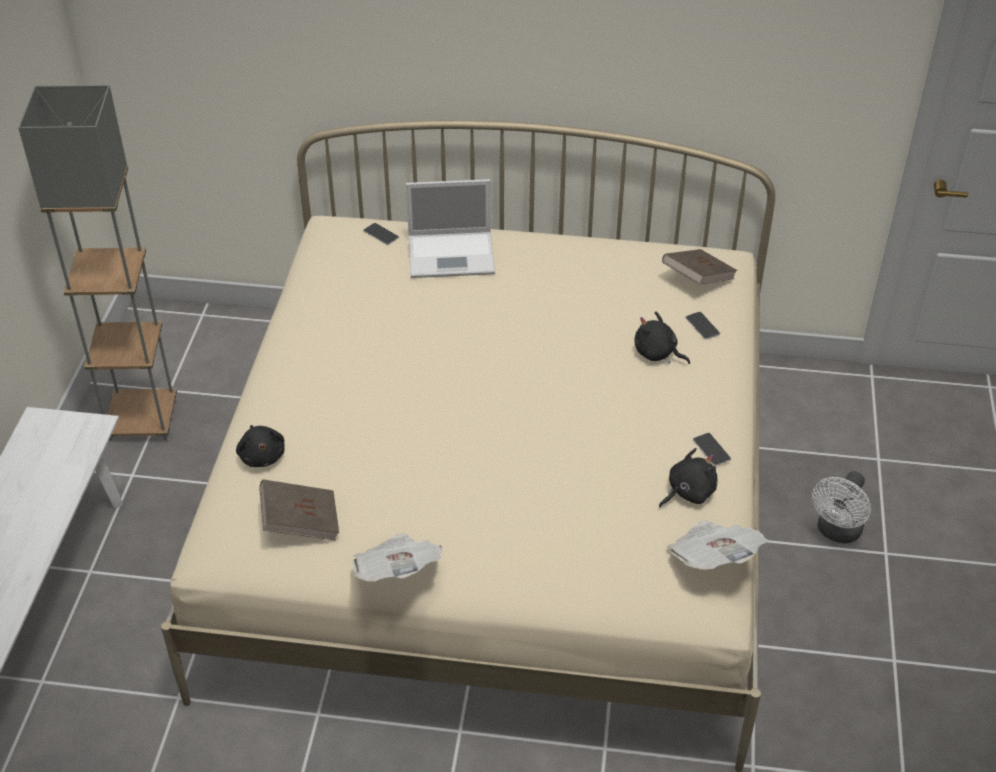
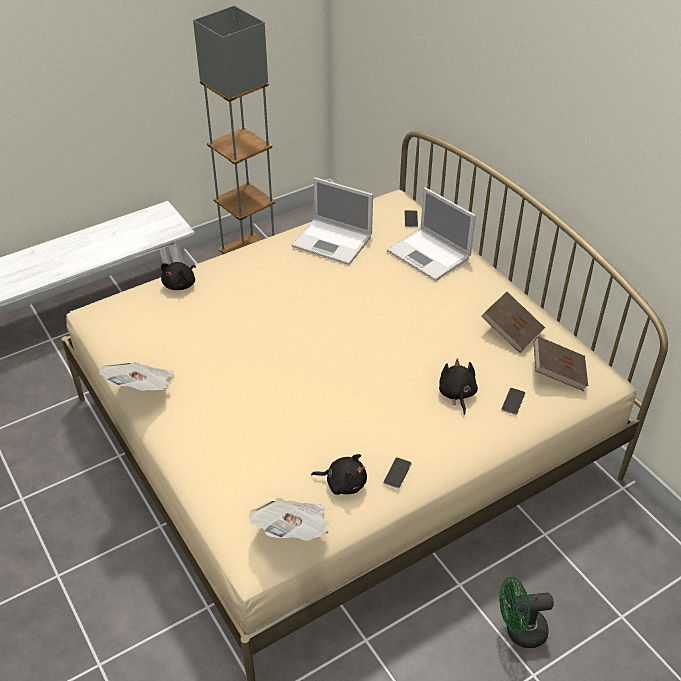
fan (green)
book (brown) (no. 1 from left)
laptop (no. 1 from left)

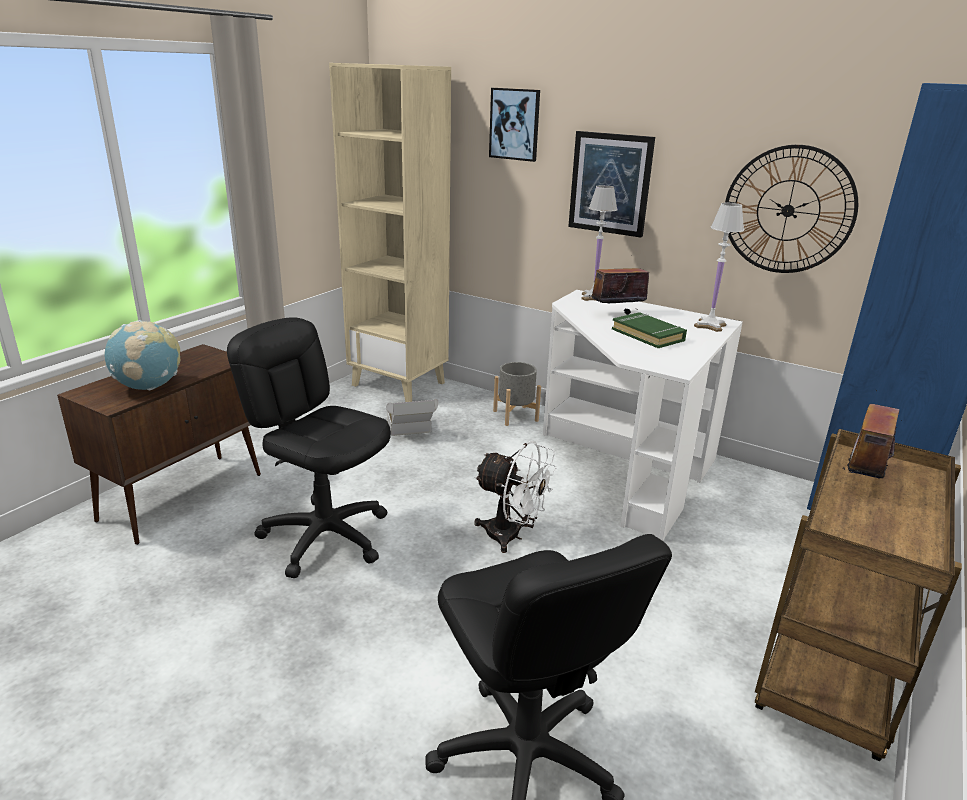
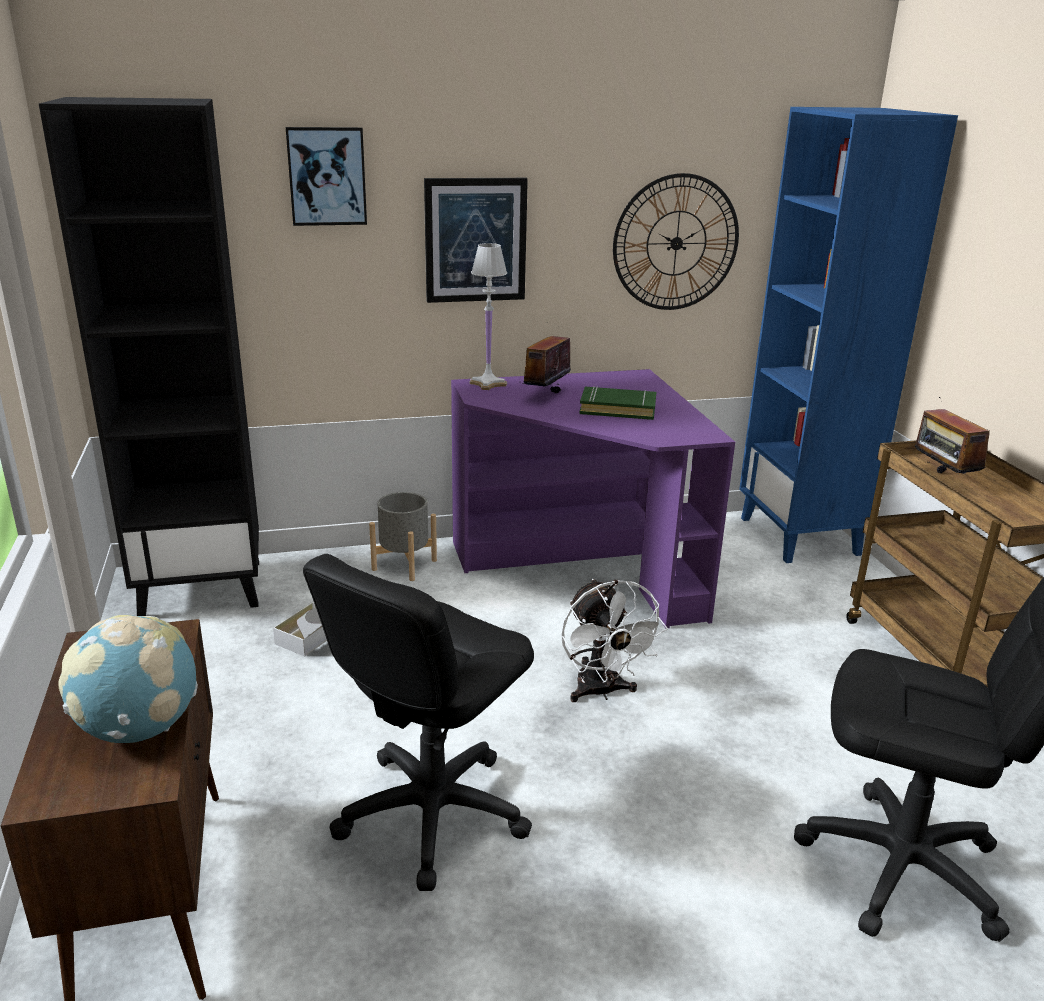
bookcase (black)
table lamp (white) (no. 2 from left in the first image)
desk (purple)
office chair (black) (no. 1 from left)
fan (white)

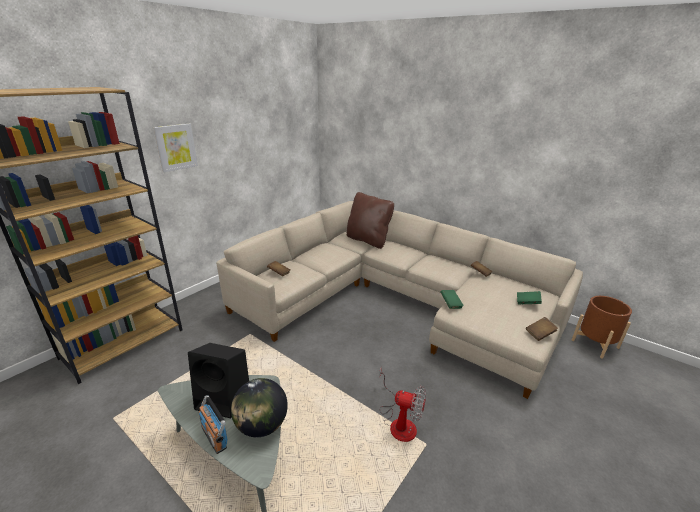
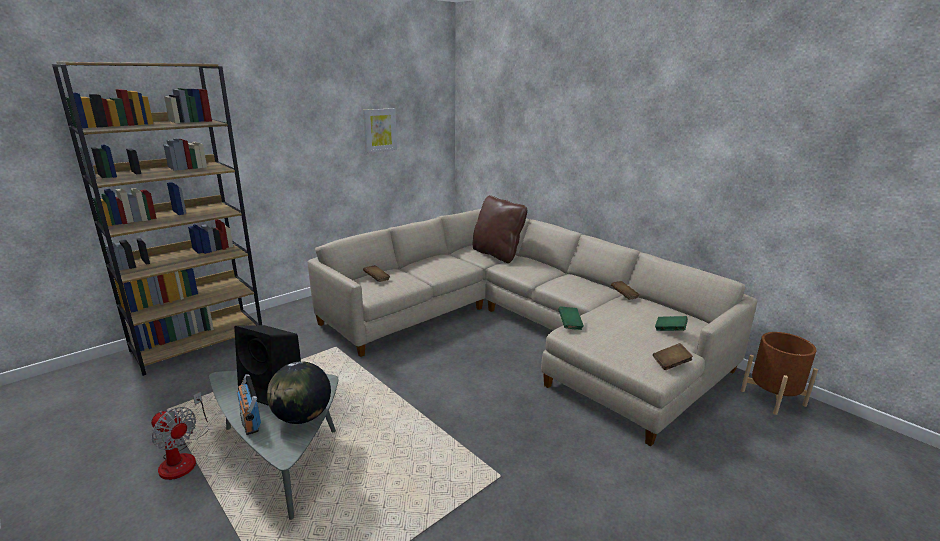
picture
fan

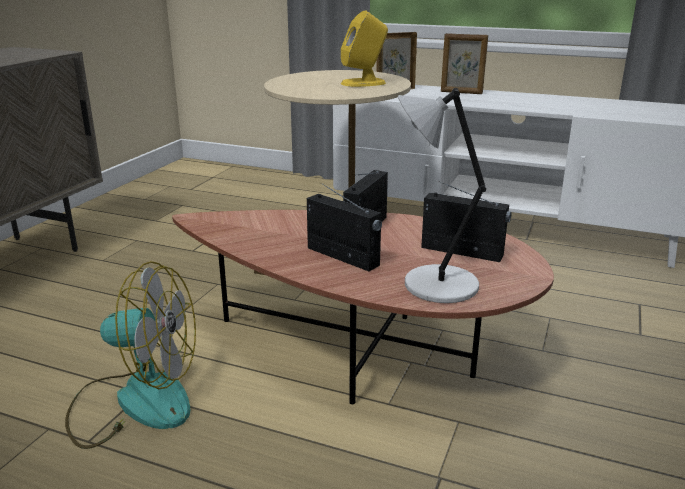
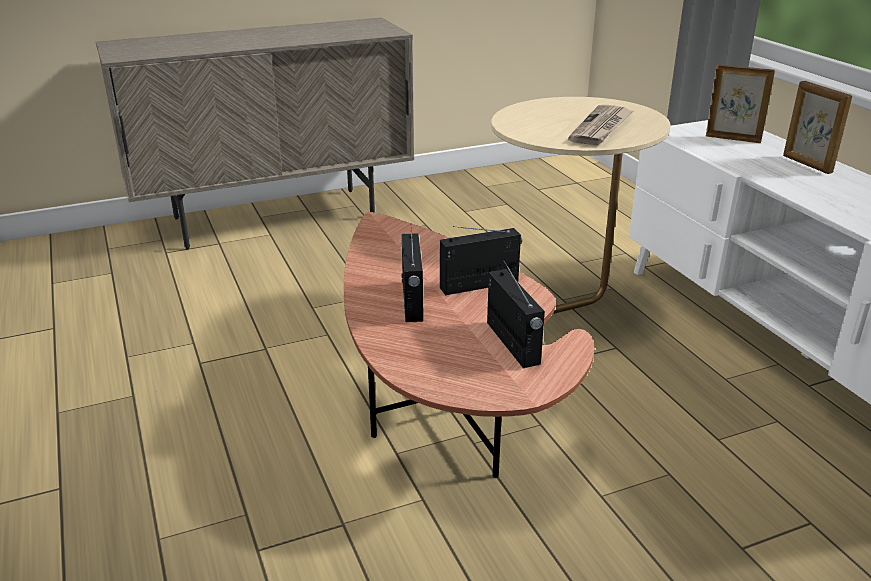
newspaper
table lamp (grey)
fan

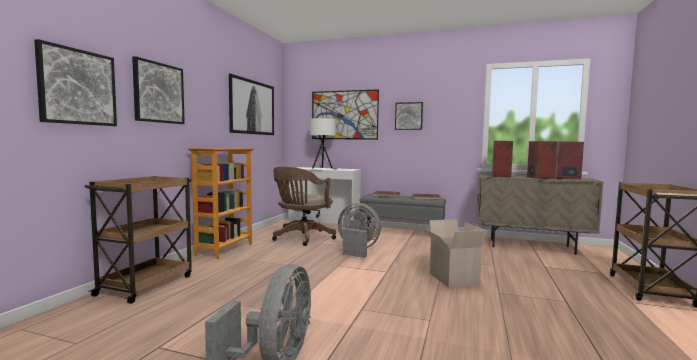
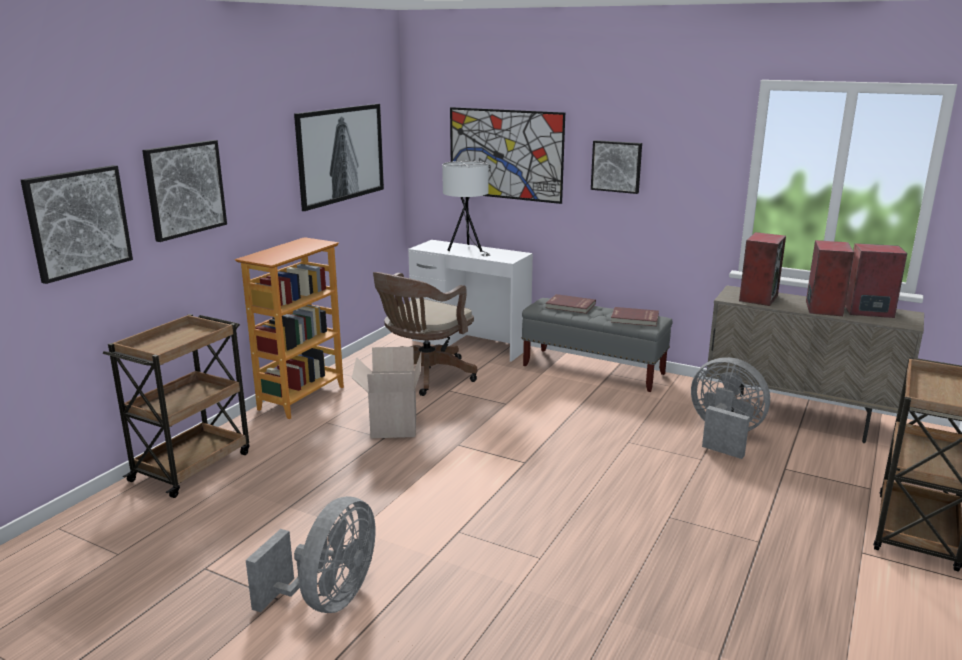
fan (grey) (no. 2 from left)
cardboard box

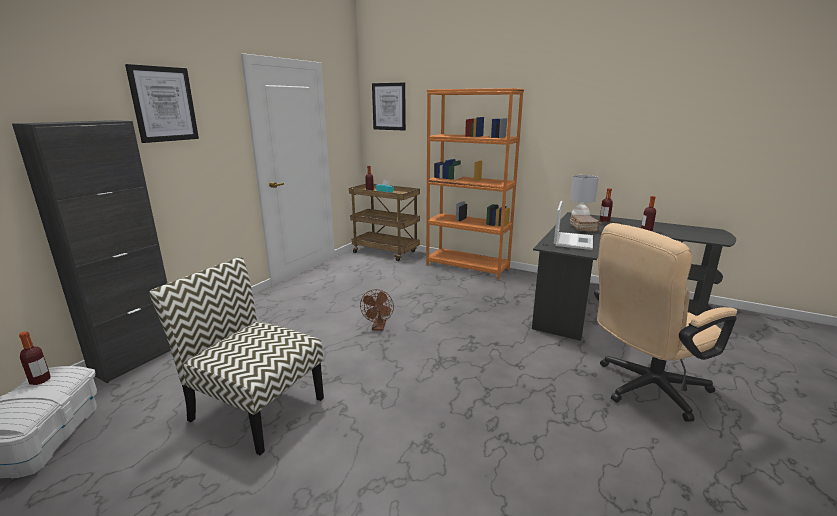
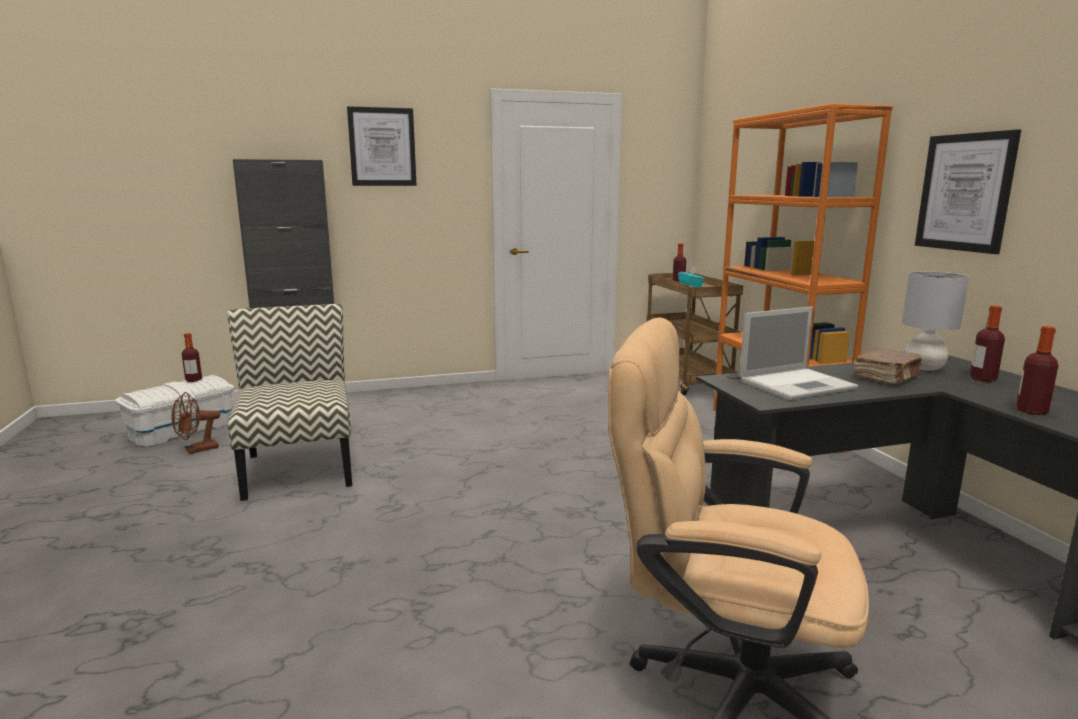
picture (no. 2 from left)
fan (brown)

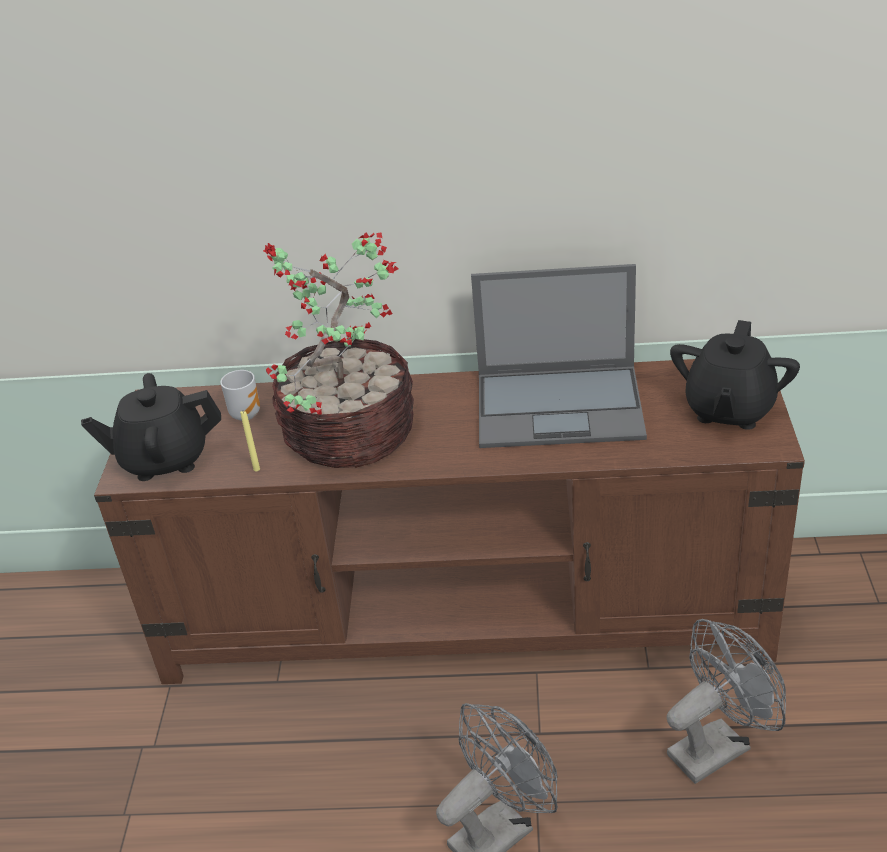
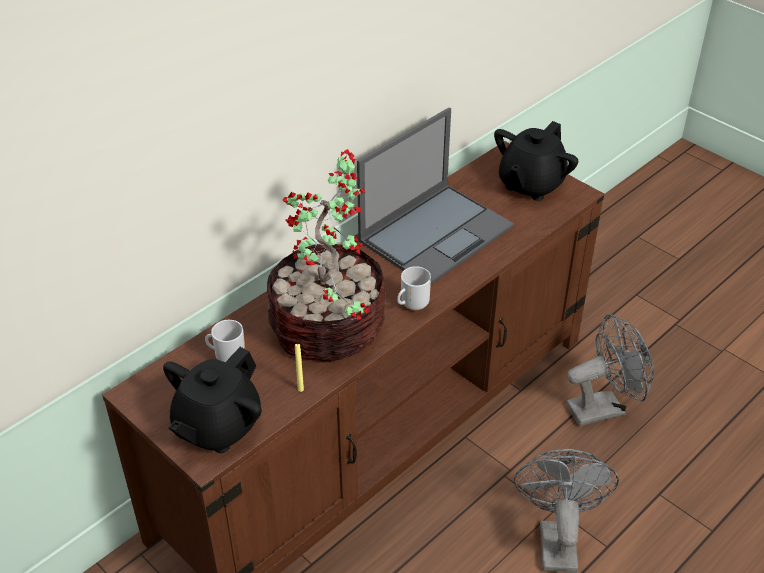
teapot (black) (no. 2 from left)
fan (grey) (no. 2 from left)
mug (no. 2 from left)

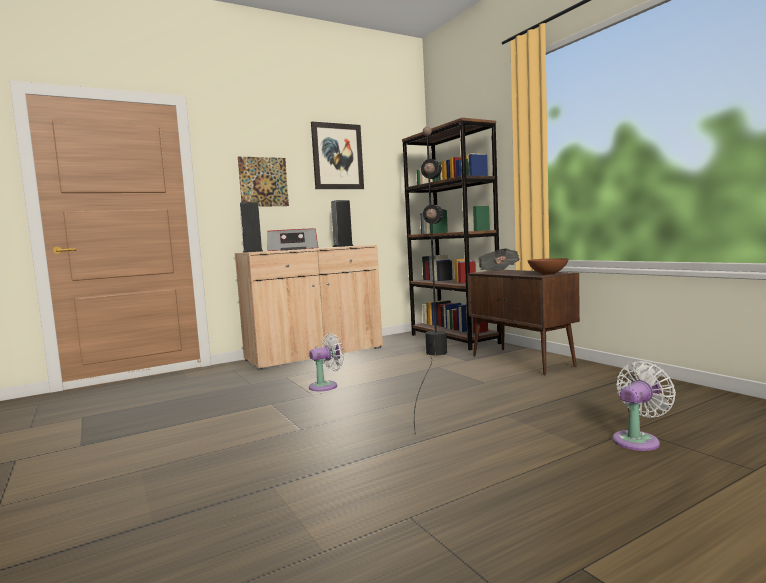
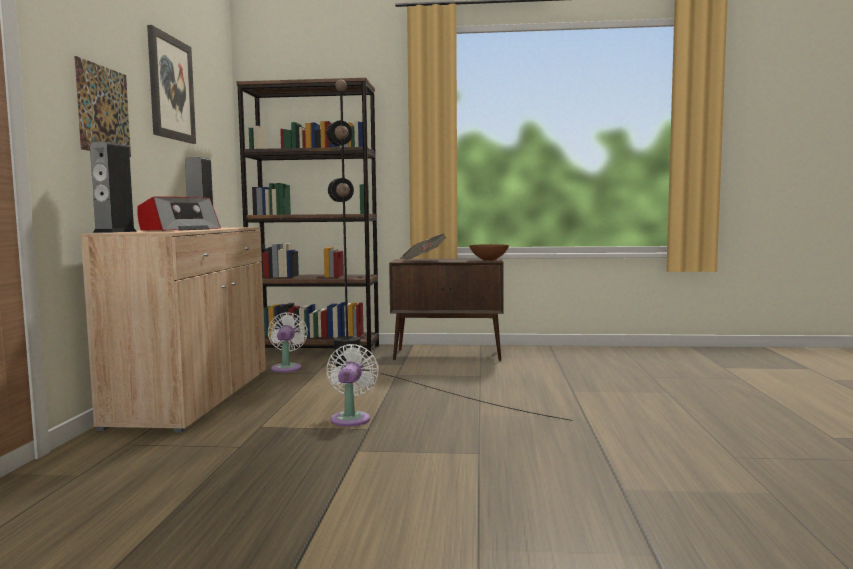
fan (white) (no. 1 from left)

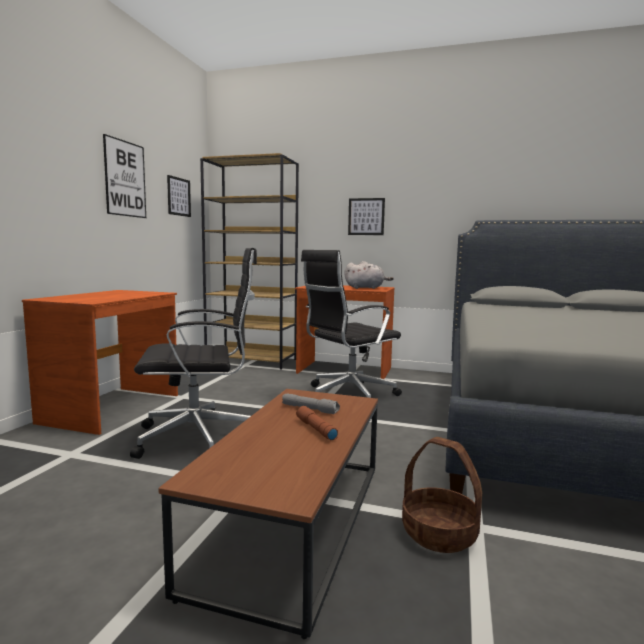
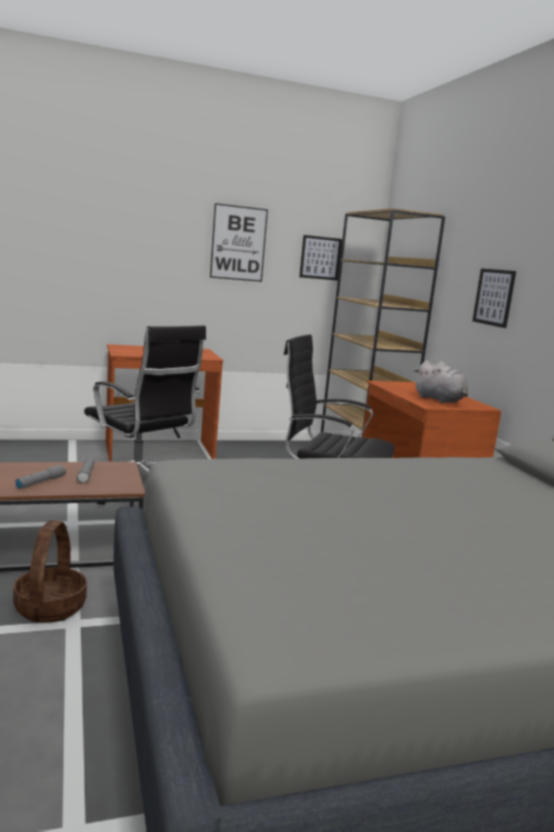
flashlight (grey) (no. 1 from left)

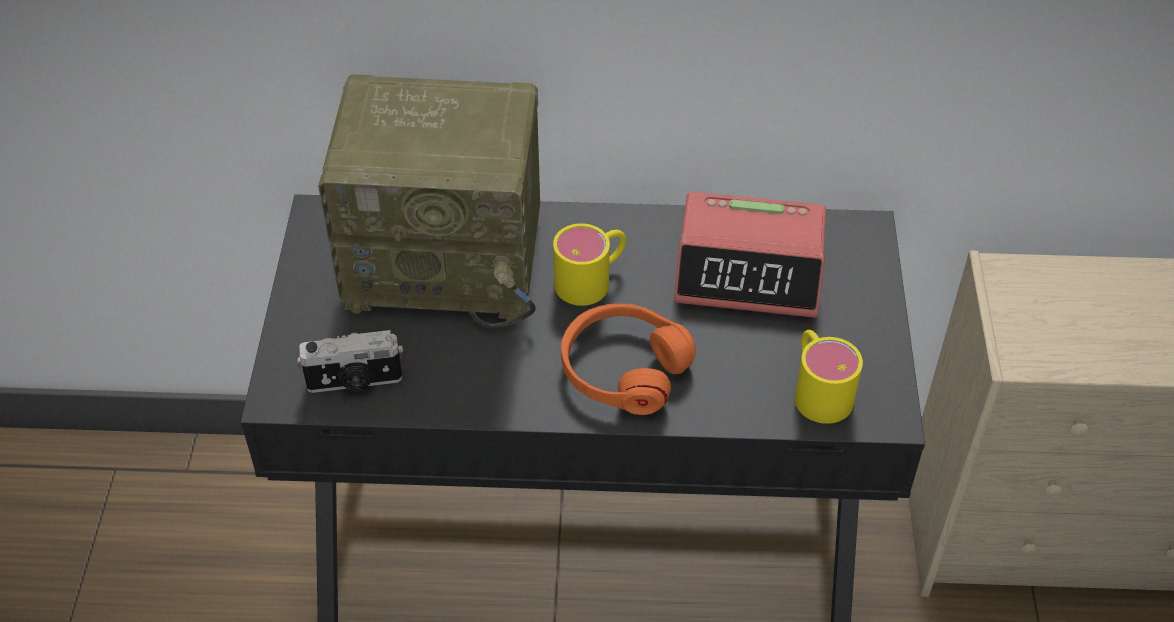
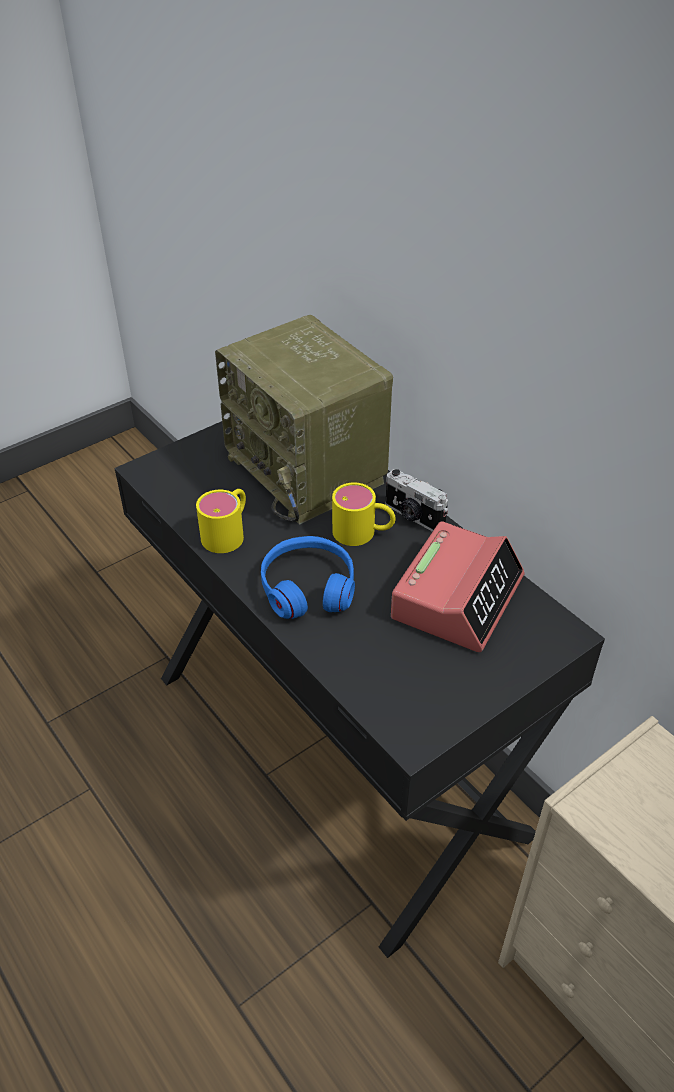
alarm clock
headphones (blue)
photo camera
mug (yellow) (no. 1 from left)

